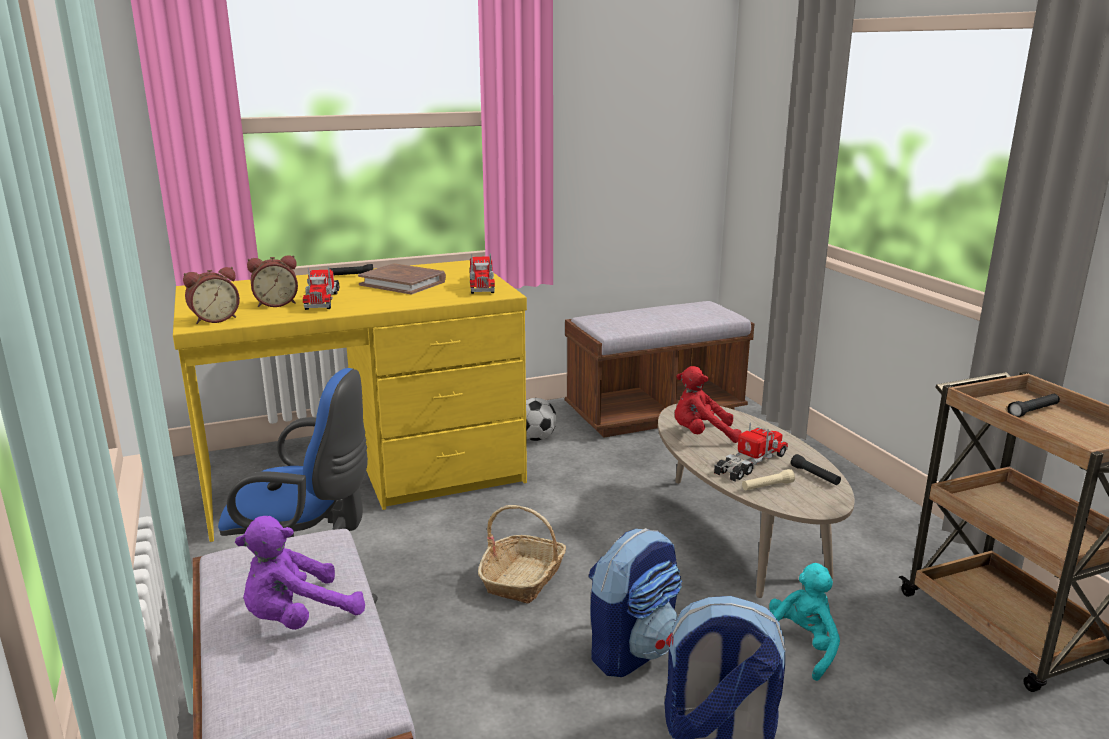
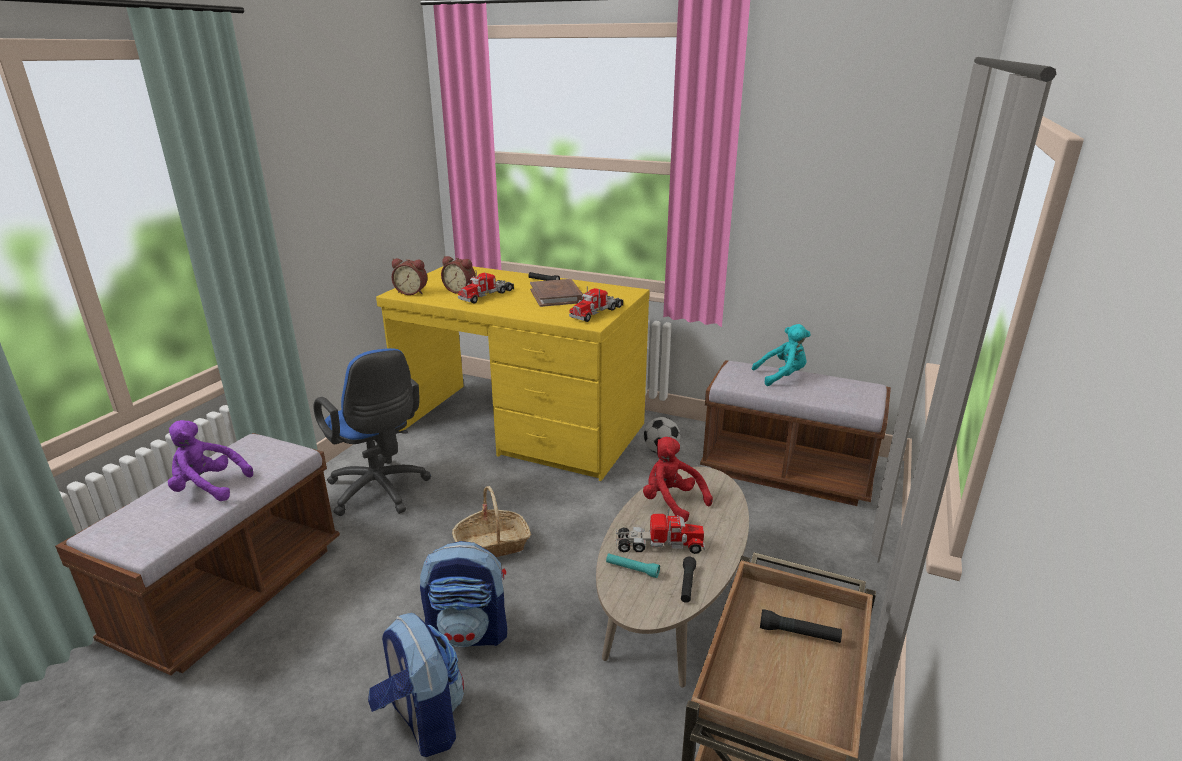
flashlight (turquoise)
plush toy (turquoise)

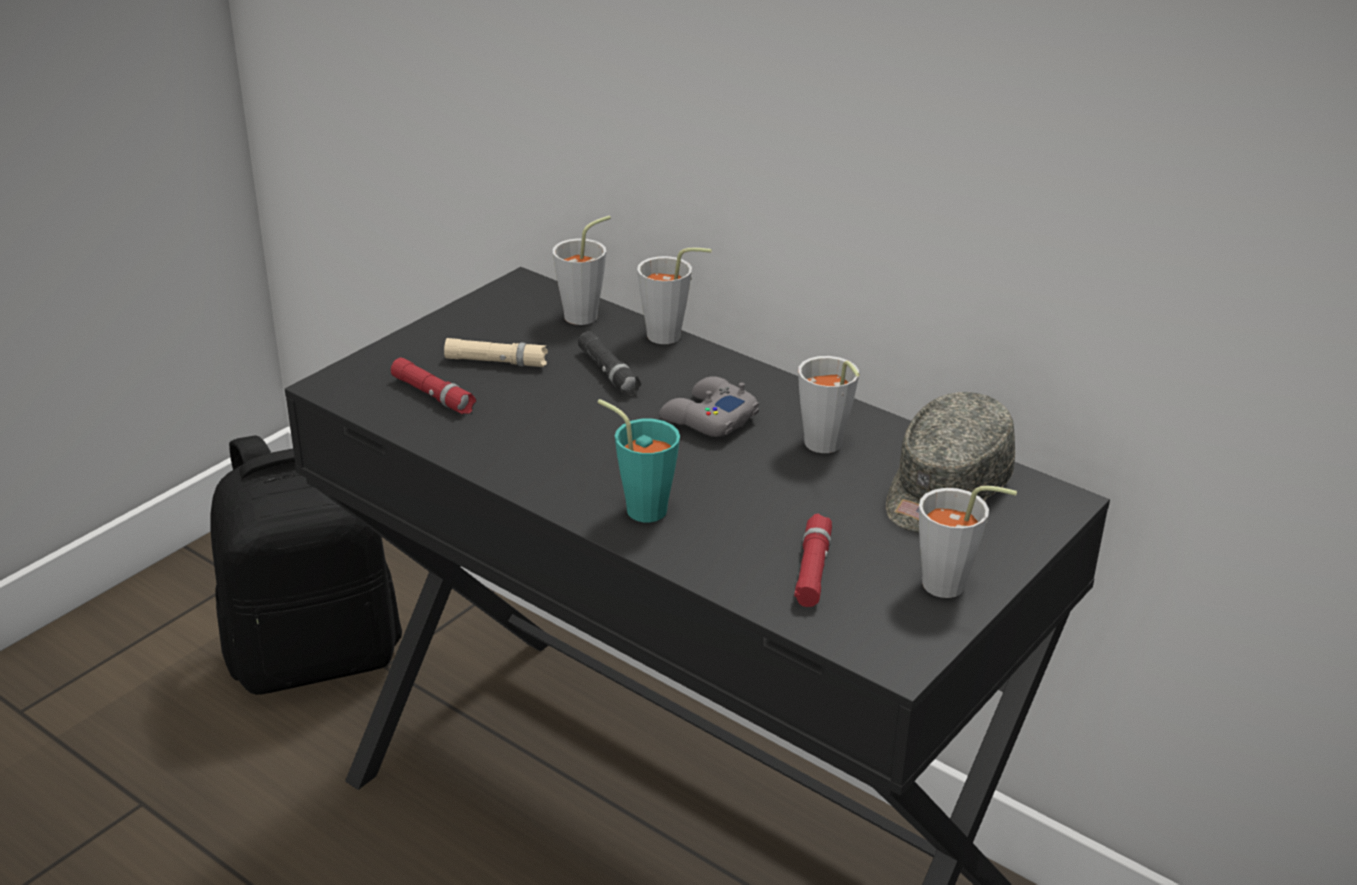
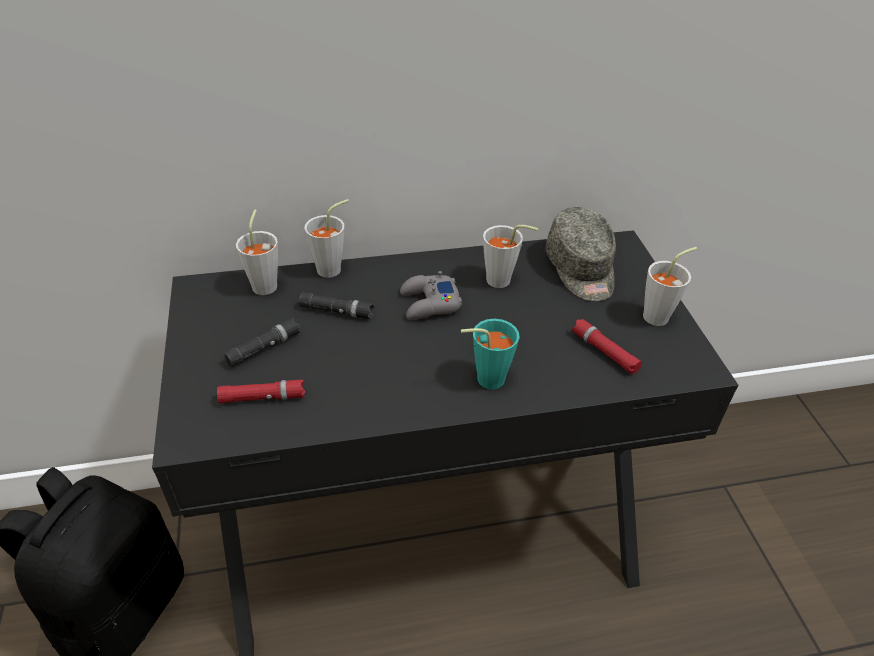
flashlight (black) (no. 1 from left)

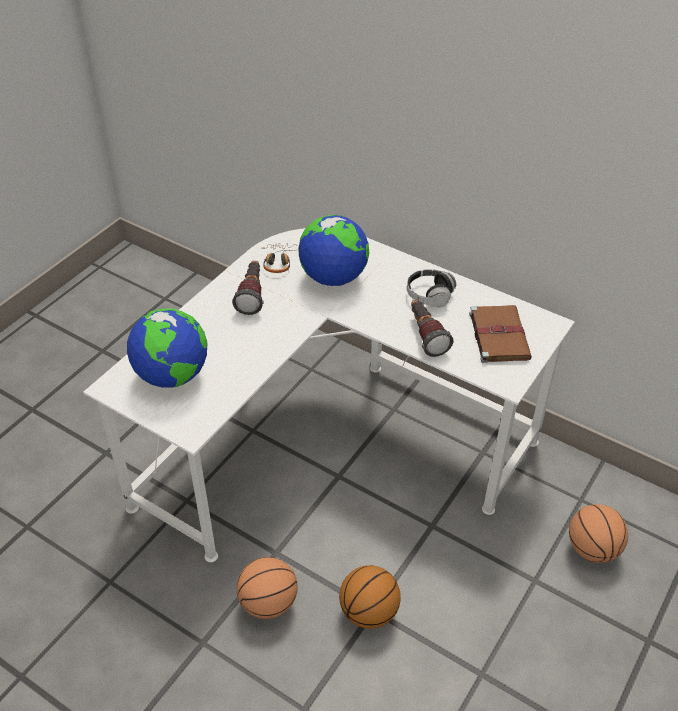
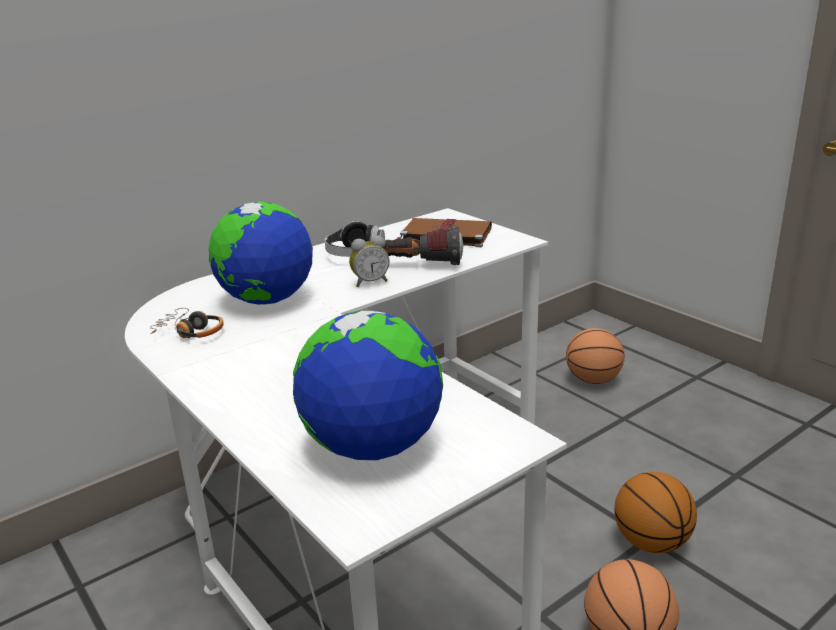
flashlight (no. 1 from left in the first image)
alarm clock

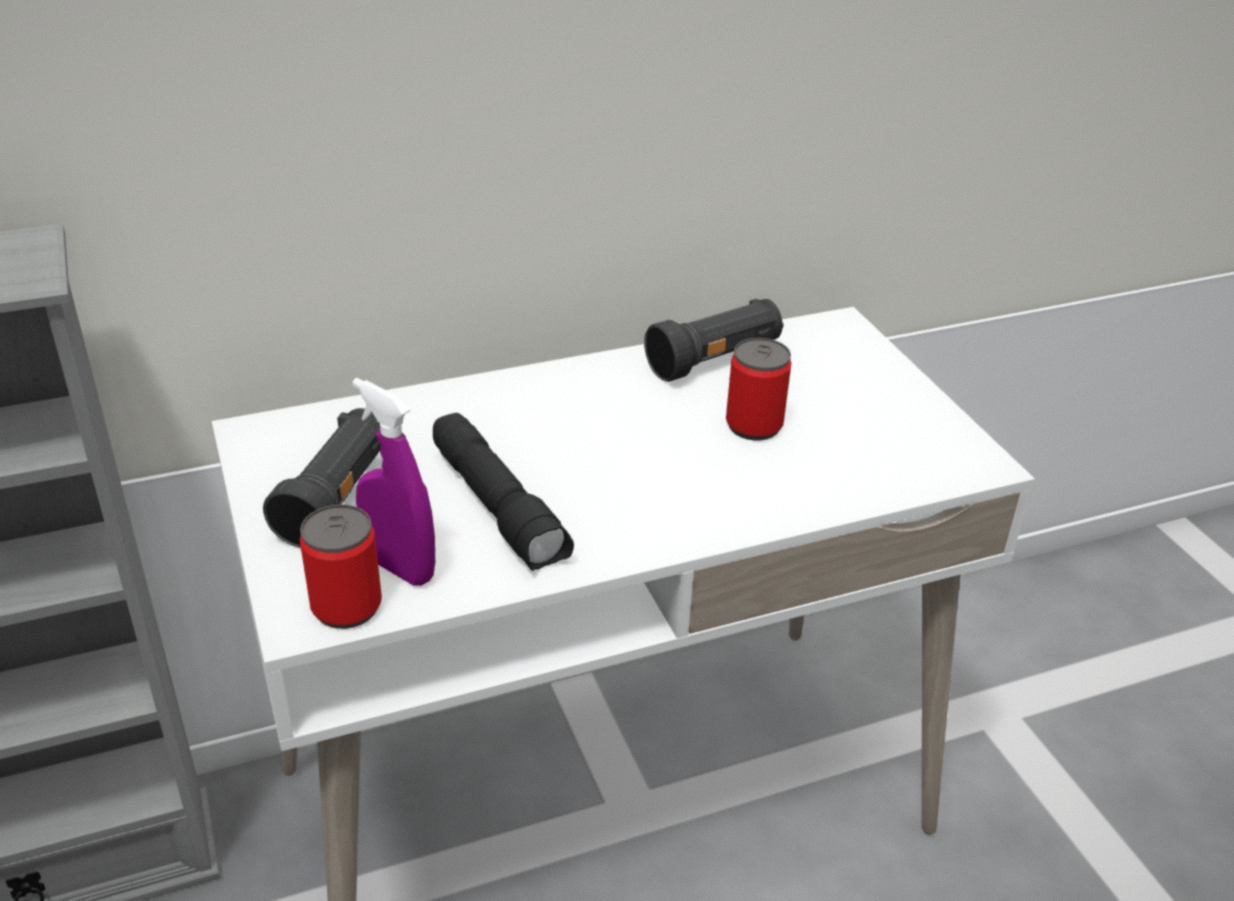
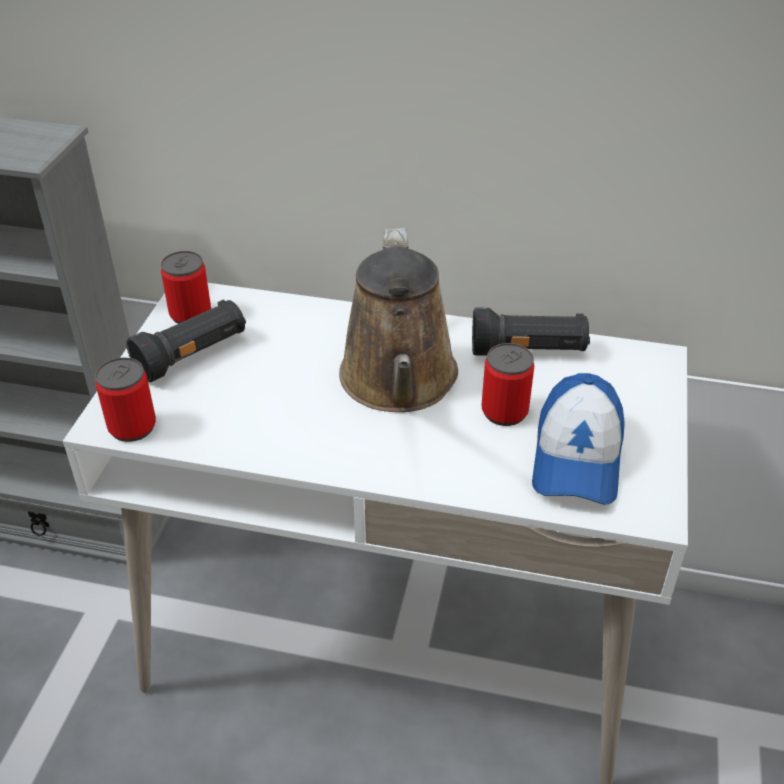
spray bottle (purple)
flashlight (black) (no. 2 from left in the first image)
watering can (brown)
can (no. 2 from left)
cap

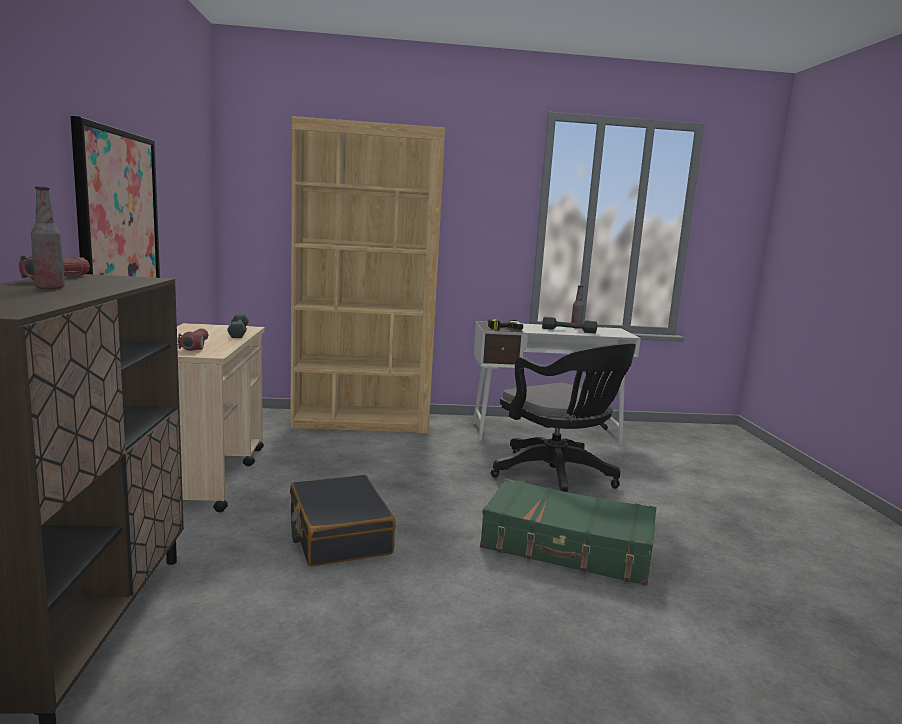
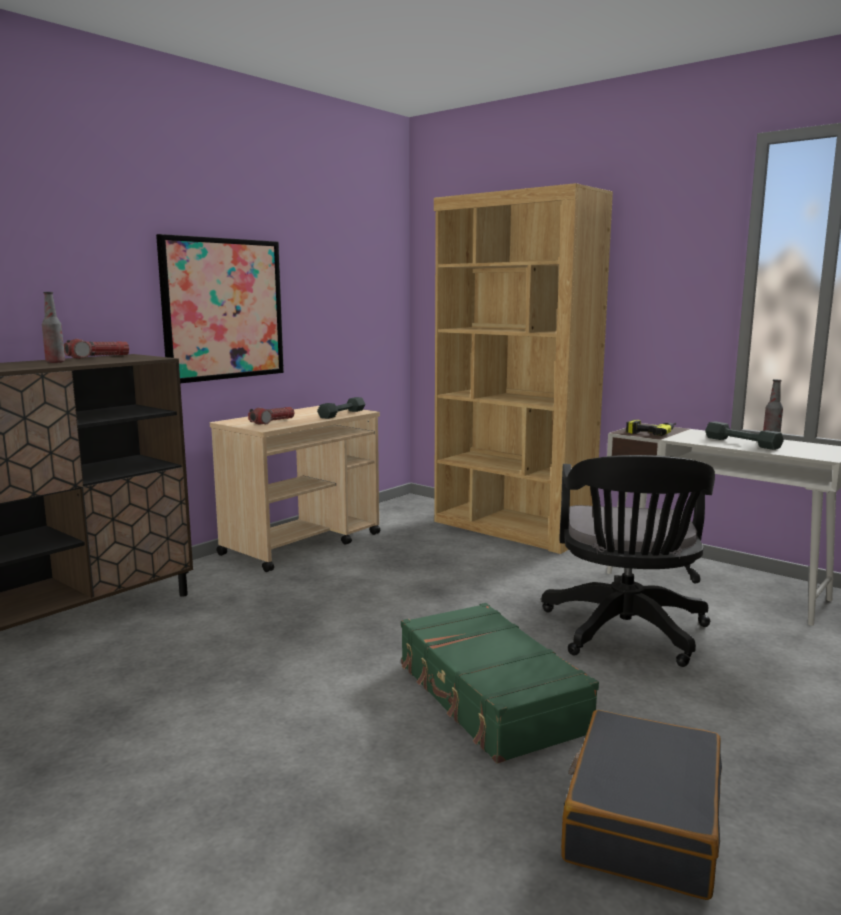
suitcase (black)

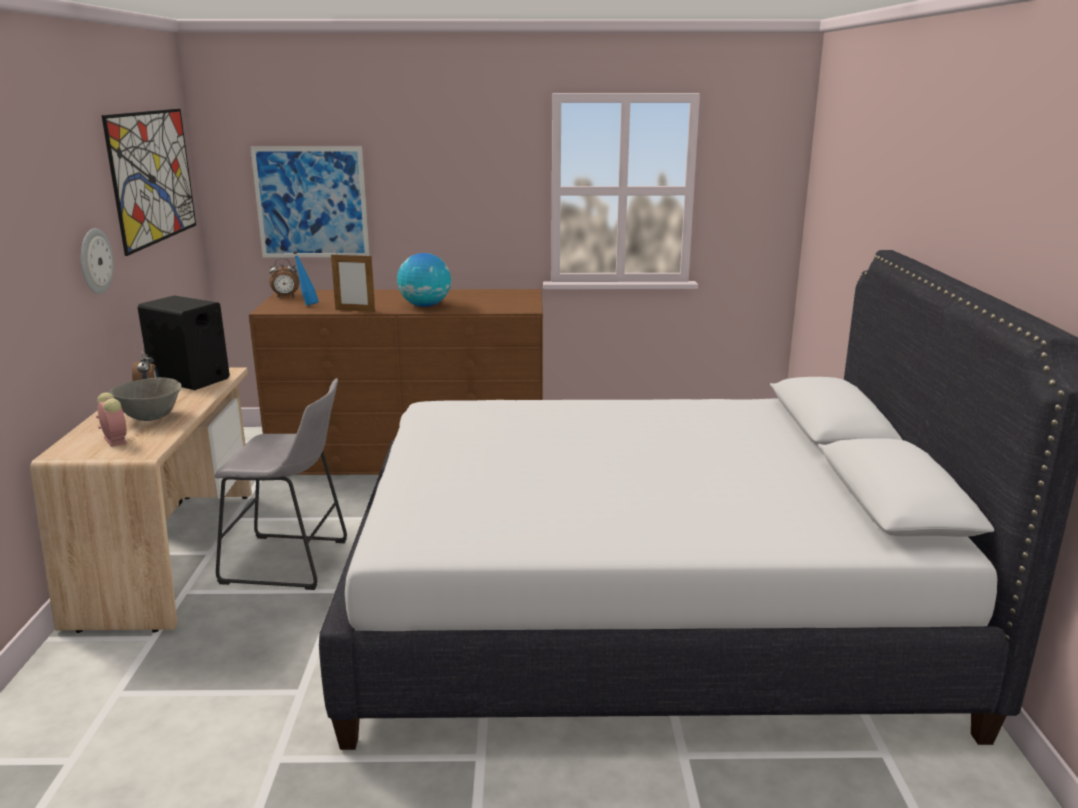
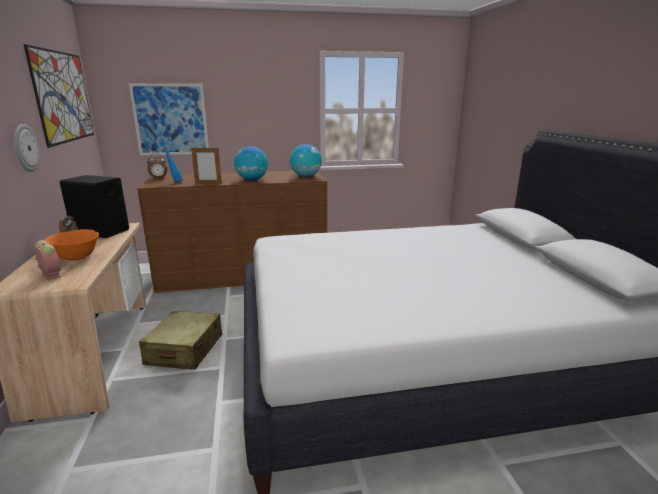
bowl (orange)
suitcase (beige)
globe (no. 2 from left)

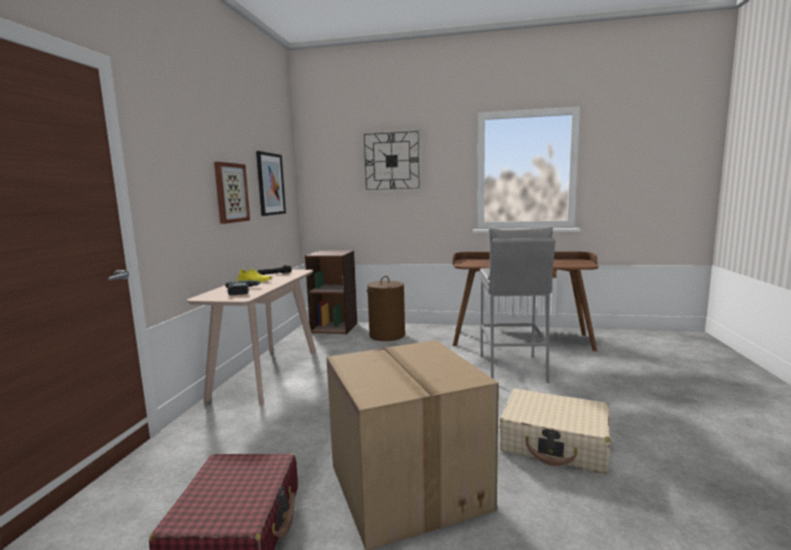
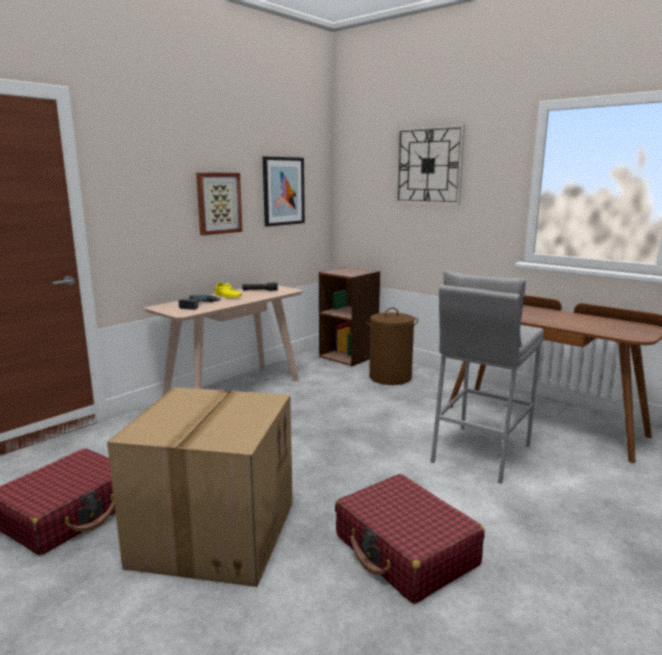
suitcase (red) (no. 2 from left)

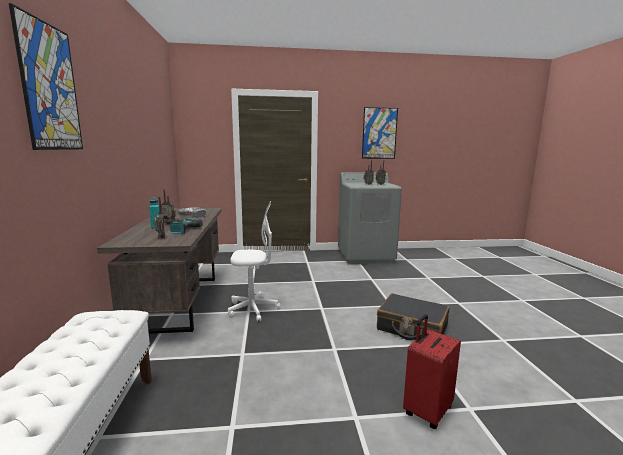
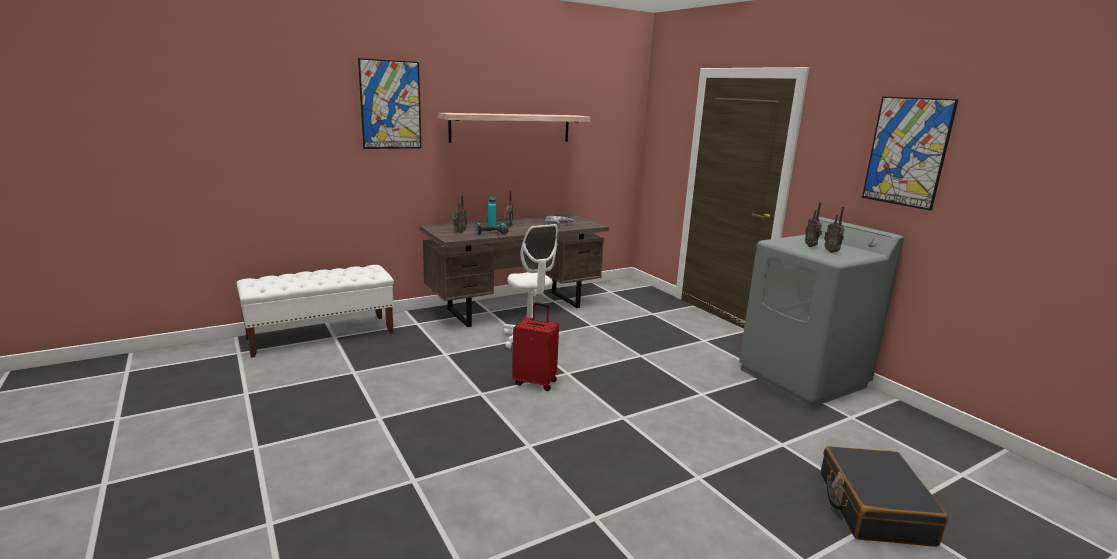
suitcase (black)
suitcase (red)
shelf

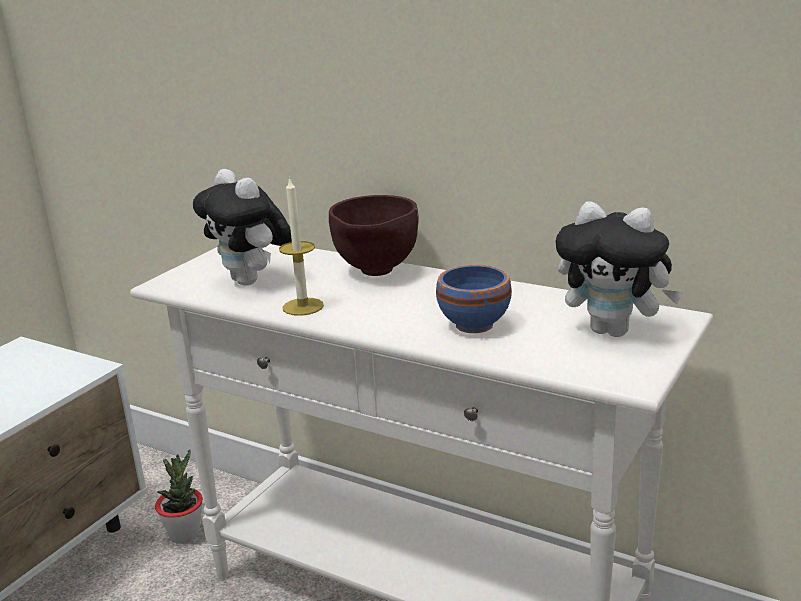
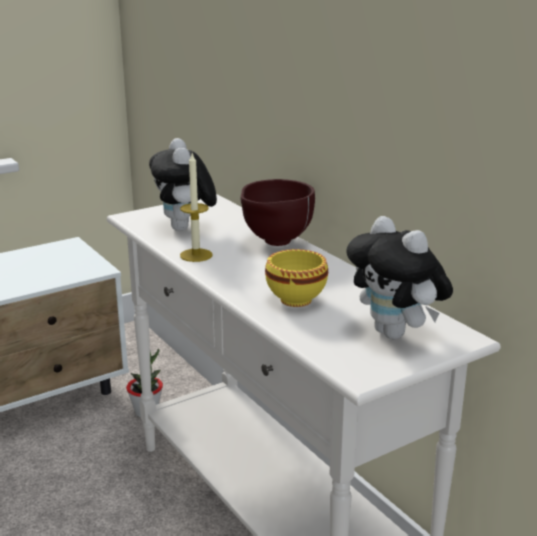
bowl (yellow)

